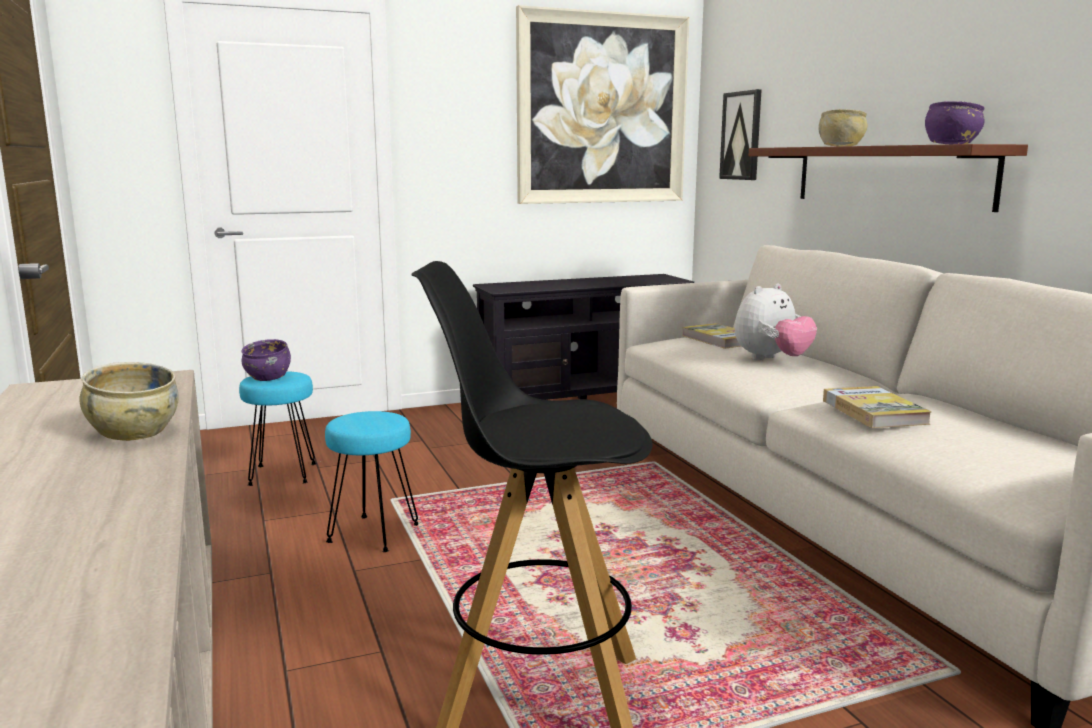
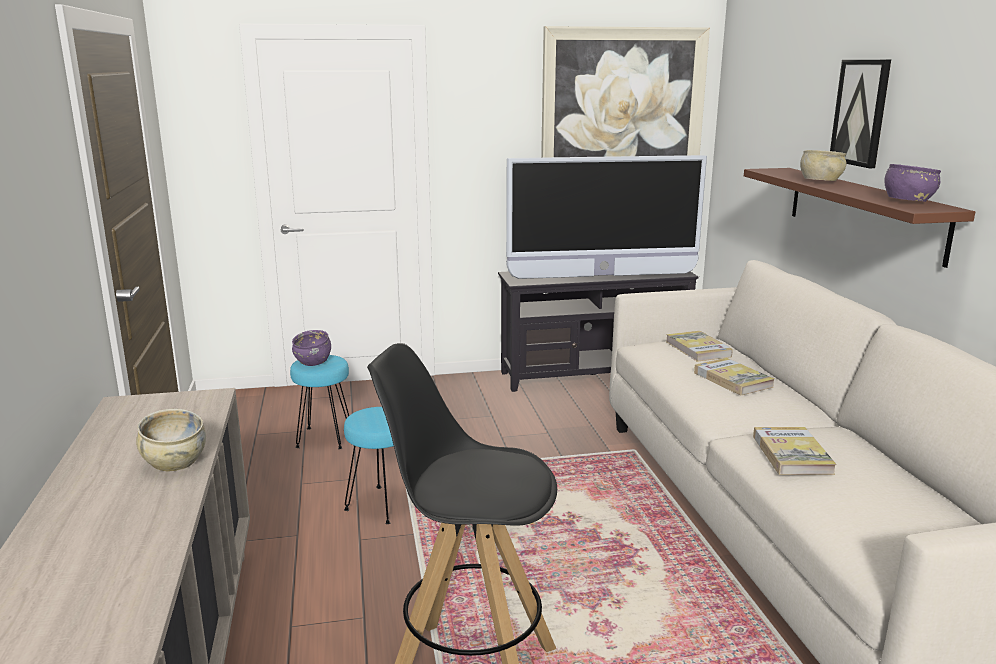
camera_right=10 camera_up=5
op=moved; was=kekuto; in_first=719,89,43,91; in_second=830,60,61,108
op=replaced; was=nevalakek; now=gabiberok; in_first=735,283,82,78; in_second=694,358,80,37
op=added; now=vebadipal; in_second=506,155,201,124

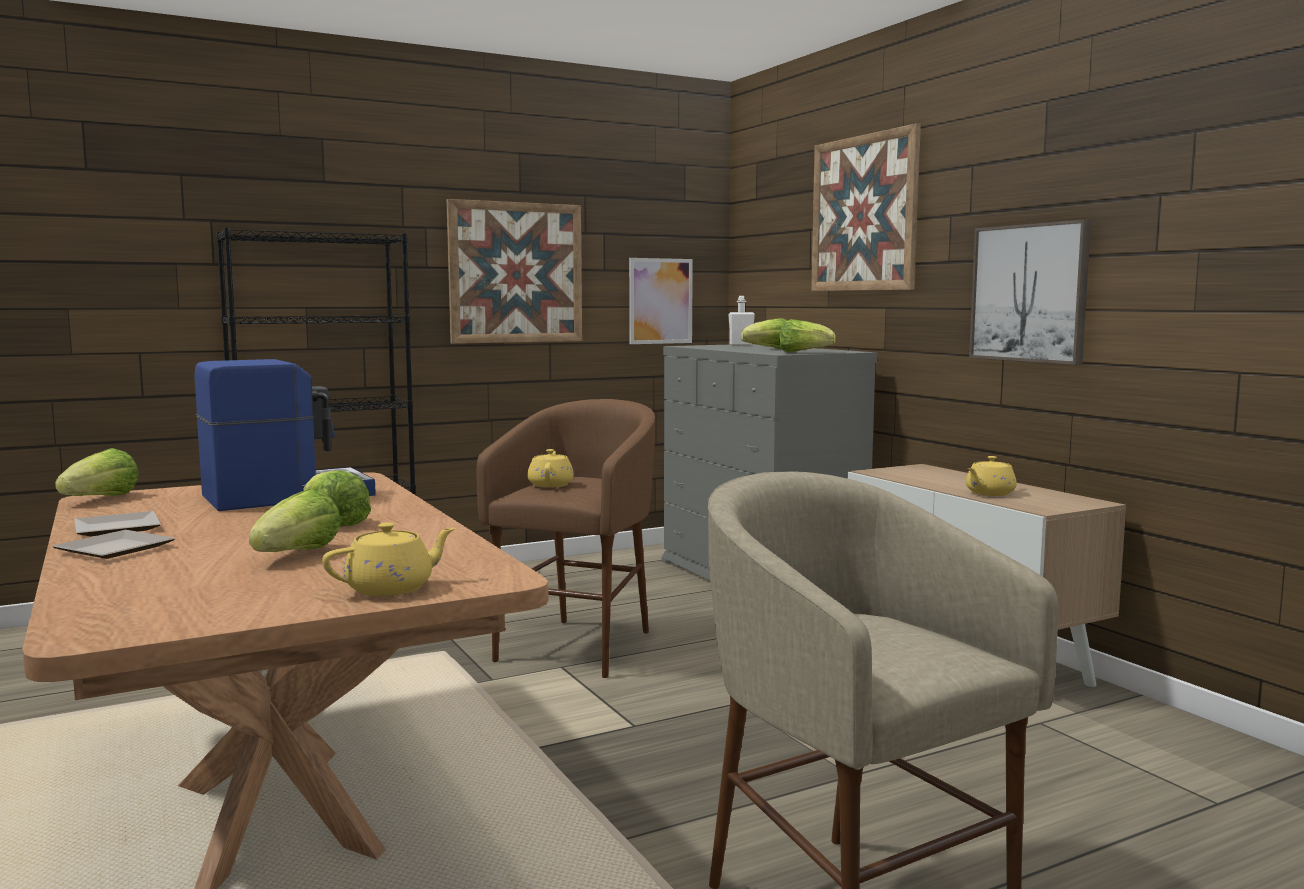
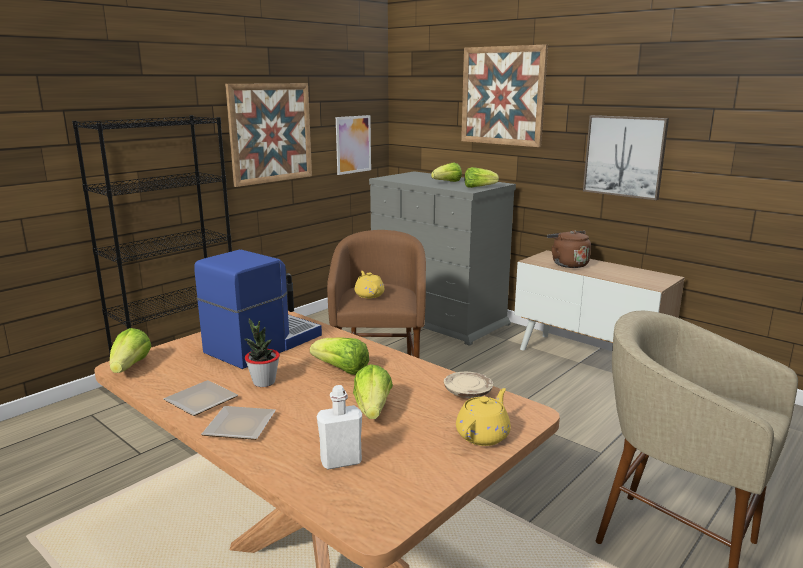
camera_right=-20 camera_up=10
op=moved; was=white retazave; in_first=728,296,27,50; in_second=317,385,45,85
op=removed; was=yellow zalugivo; in_first=966,456,51,40
op=added; now=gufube; in_second=245,318,35,69
op=added; now=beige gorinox; in_second=444,372,49,26
op=added; now=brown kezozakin; in_second=547,230,44,38

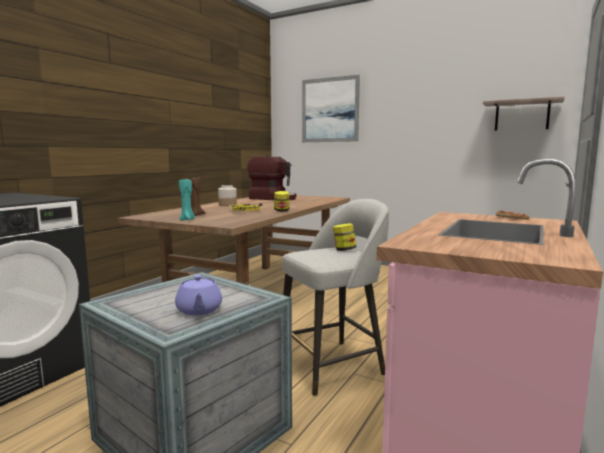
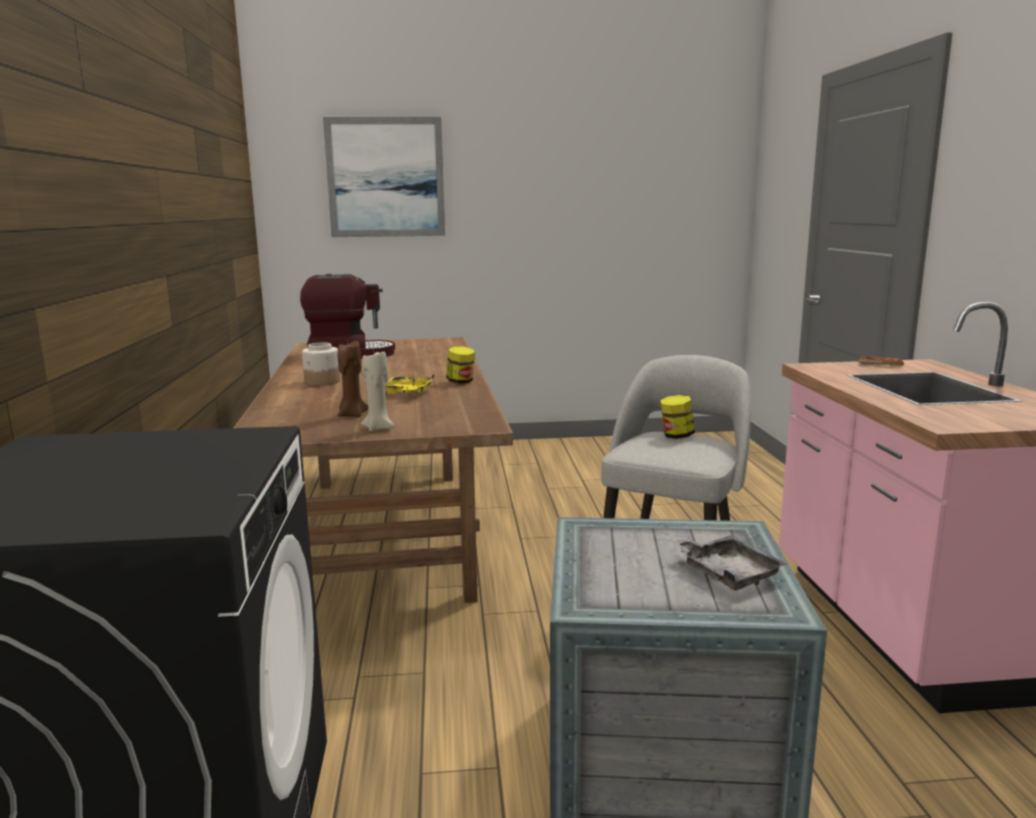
camera_right=-35 camera_up=5
op=replaced; was=purple zalugivo; now=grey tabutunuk; in_first=175,275,47,41; in_second=671,535,116,55
op=recoloured; was=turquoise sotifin; now=beige sotifin; in_first=179,179,16,41; in_second=361,351,33,81
op=removed; was=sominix; in_first=483,97,82,34

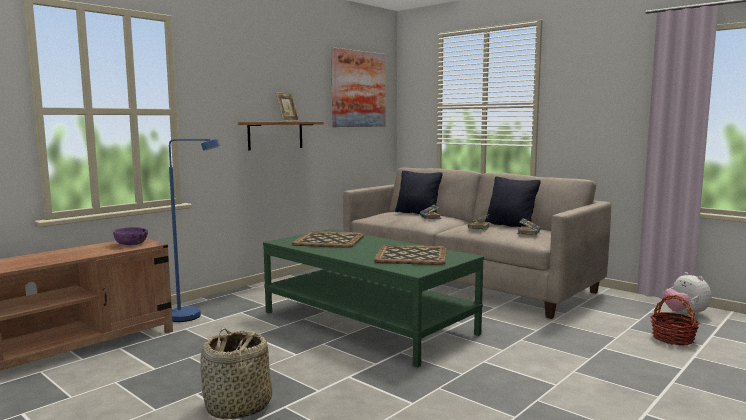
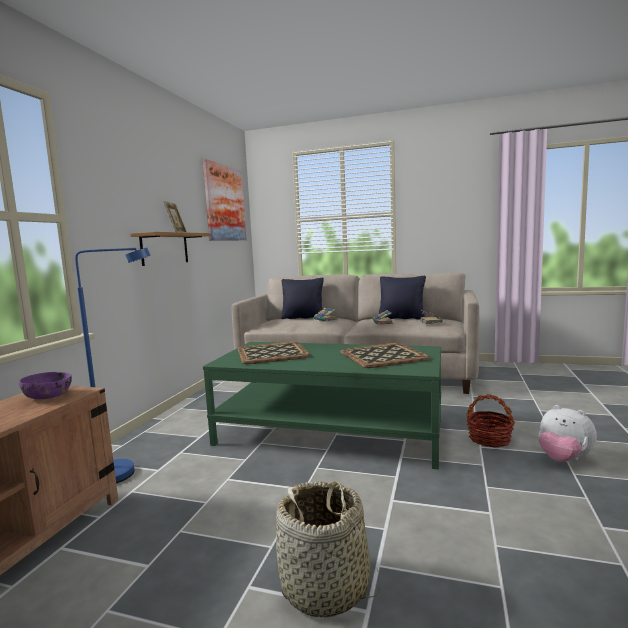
camera_right=-25 camera_up=0
op=moved; was=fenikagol; in_first=651,295,49,50; in_second=467,394,48,53
op=moved; was=nevalakek; in_first=663,272,48,44; in_second=538,405,59,57

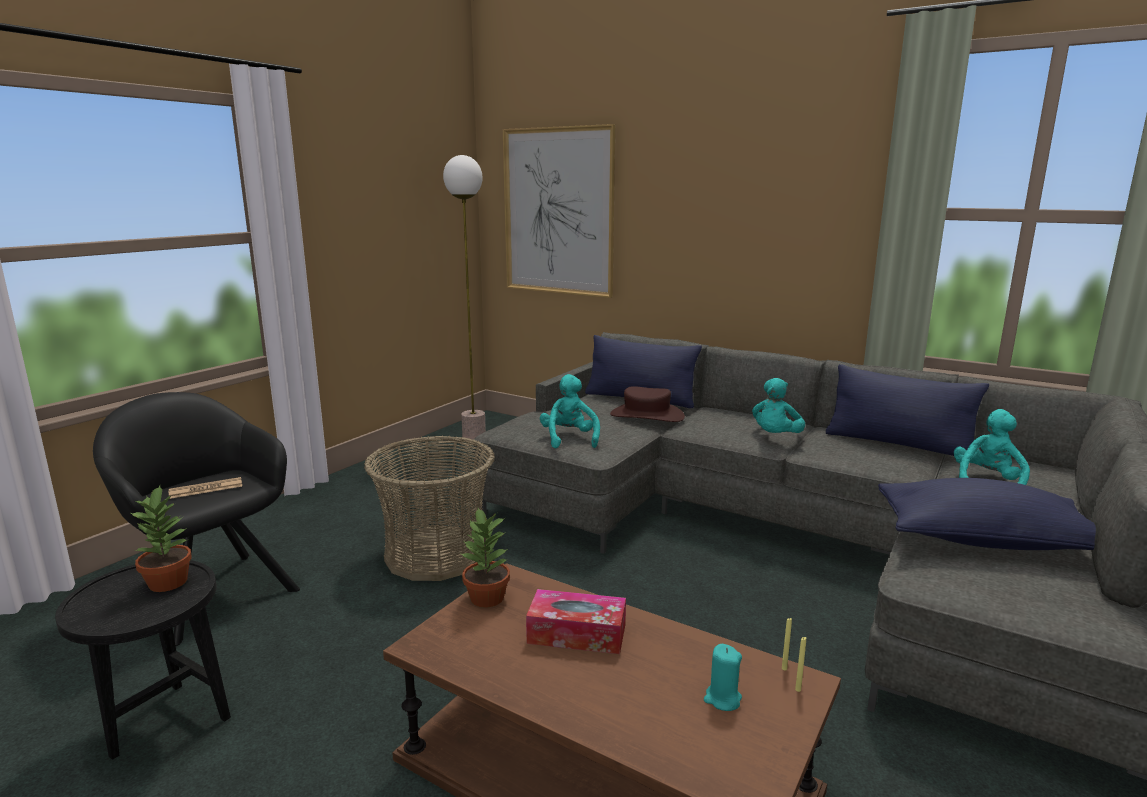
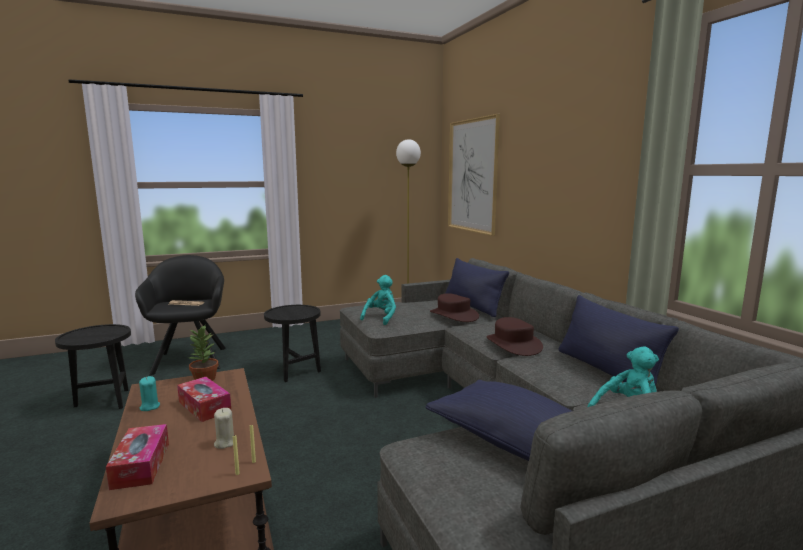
camera_right=35 camera_up=-5
op=removed; was=gufube; in_first=129,485,63,107
op=replaced; was=fenikagol; now=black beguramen; in_first=364,435,131,146; in_second=264,305,57,77
op=moved; was=turquoise sotifin; in_first=704,644,38,67; in_second=139,376,21,35
op=replaced; was=turquoise nevalakek; now=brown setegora; in_first=752,378,53,55; in_second=486,317,57,39
op=added; now=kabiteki; in_second=106,424,63,66
op=added; now=beige sotifin; in_second=214,408,20,41

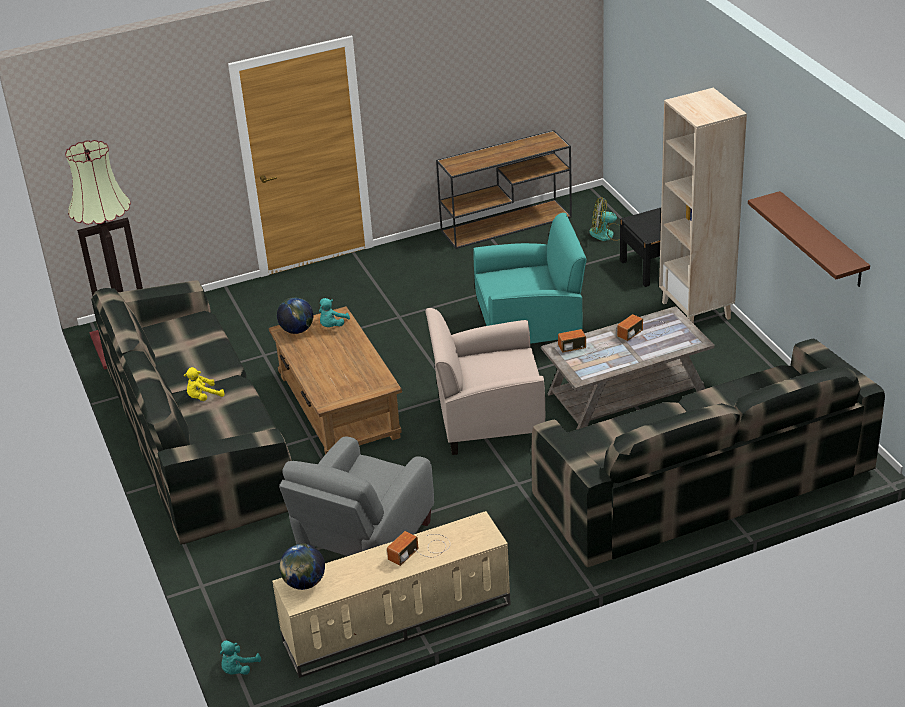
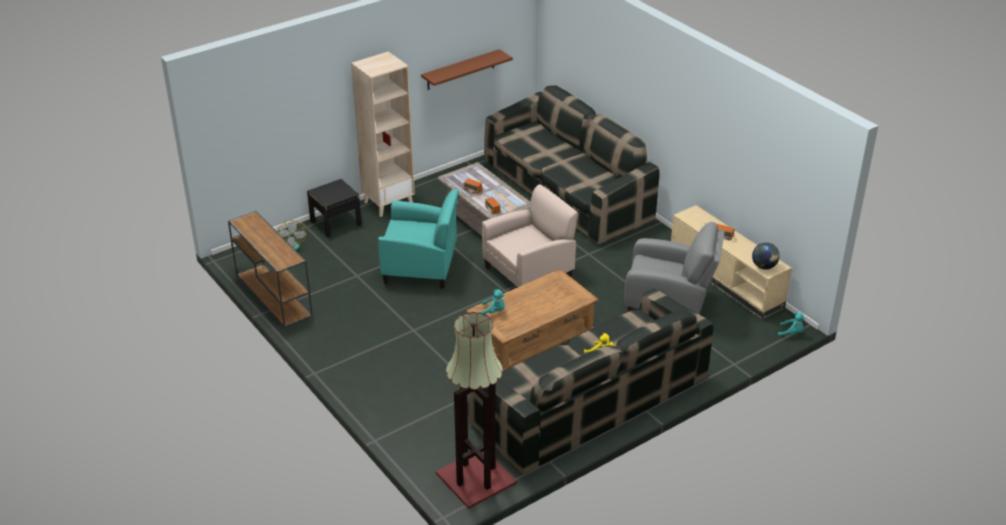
camera_right=-105 camera_up=0
op=removed; was=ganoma; in_first=277,297,36,37
op=turned; was=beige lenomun; in_first=425,308,120,147; in_second=482,184,96,103; clockwise=-105
op=turned; was=turquoise lenomun; in_first=473,213,114,131; in_second=378,189,81,100; clockwise=120

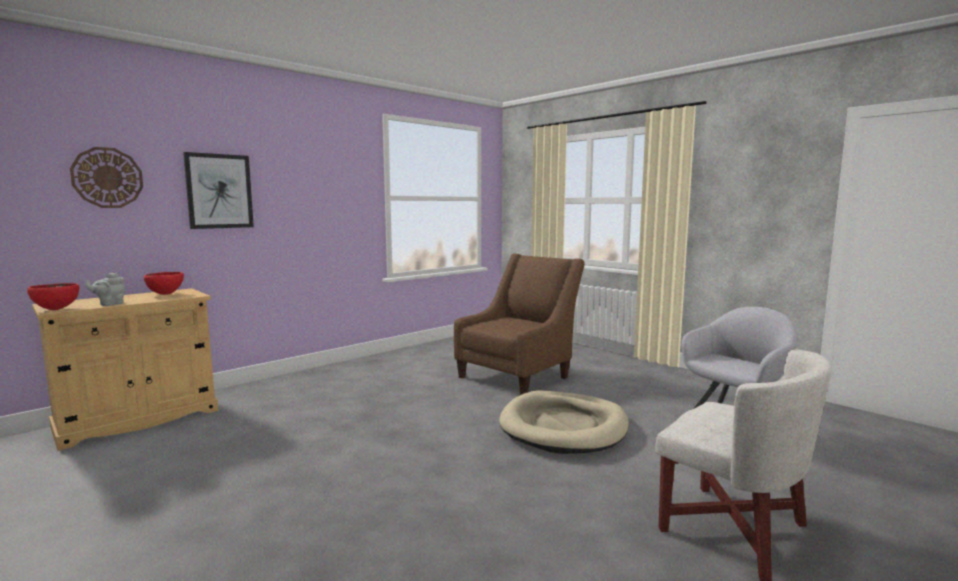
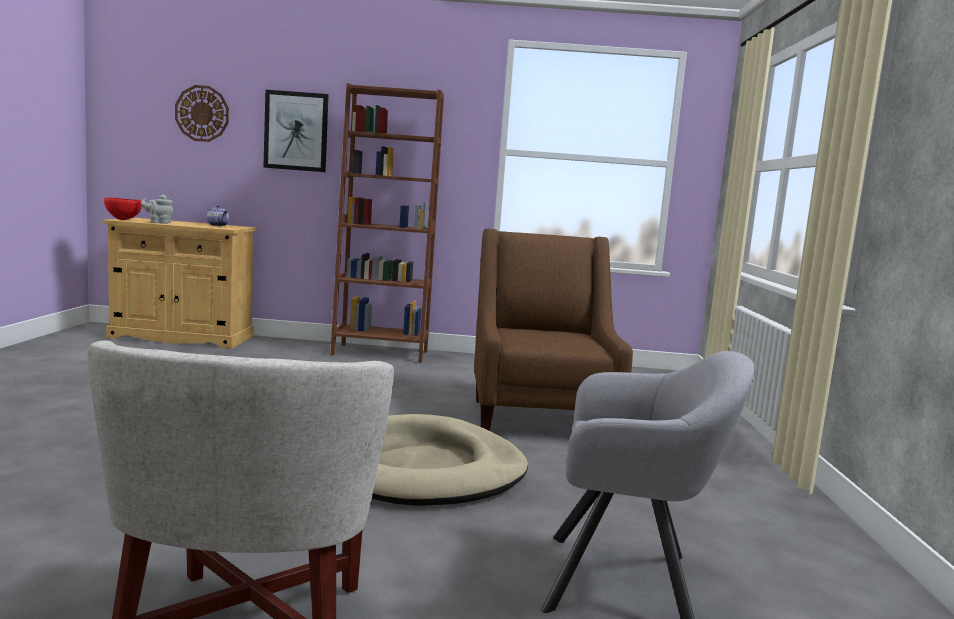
camera_right=45 camera_up=0
op=replaced; was=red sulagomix; now=zalugivo; in_first=144,272,40,23; in_second=207,205,22,21
op=turned; was=brown lenomun; in_first=454,254,131,141; in_second=474,228,159,203; clockwise=-90
op=added; now=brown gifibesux; in_second=330,83,114,280

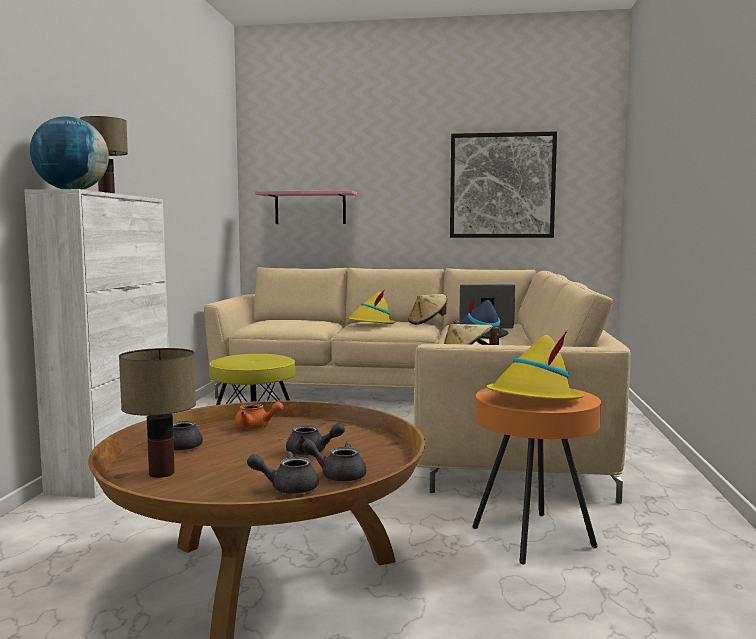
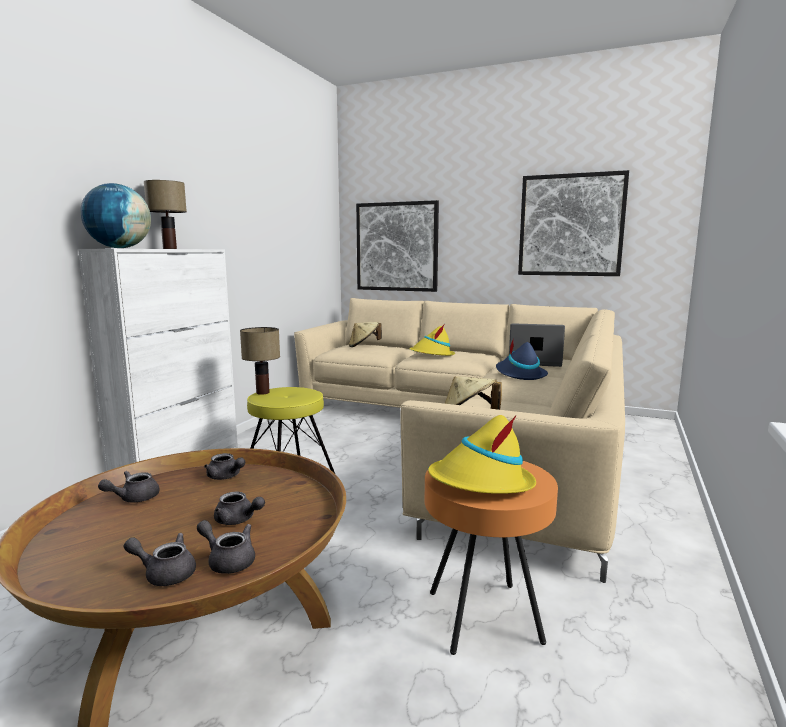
camera_right=15 camera_up=5
op=moved; was=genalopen; in_first=119,348,77,130; in_second=240,327,40,68
op=recoloured; was=orange zalugivo; now=grey zalugivo; in_first=234,402,50,27; in_second=204,453,41,27
op=replaced; was=pink sominix; now=kekuto; in_first=255,190,102,34; in_second=356,200,83,92
op=moved; was=beige setegora; in_first=408,294,39,31; in_second=349,322,33,25

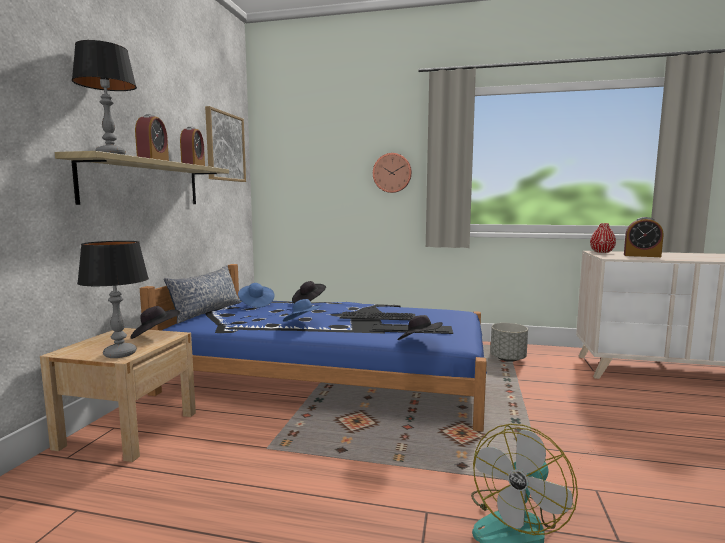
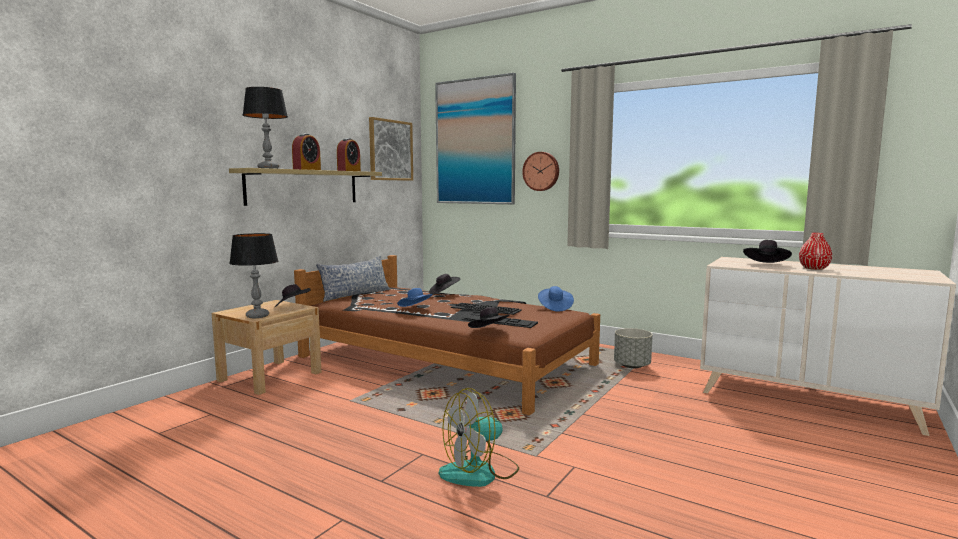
camera_right=20 camera_up=0
op=recoloured; was=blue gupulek; now=brown gupulek; in_first=140,264,347,167; in_second=294,255,306,160
op=moved; was=blue setegora; in_first=238,283,37,25; in_second=538,286,36,26
op=moved; was=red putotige; in_first=590,223,26,30; in_second=799,233,33,37
op=replaced; was=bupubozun; now=black setegora; in_first=624,217,39,40; in_second=743,240,49,23
op=added; now=kekuto; in_second=435,73,81,131

